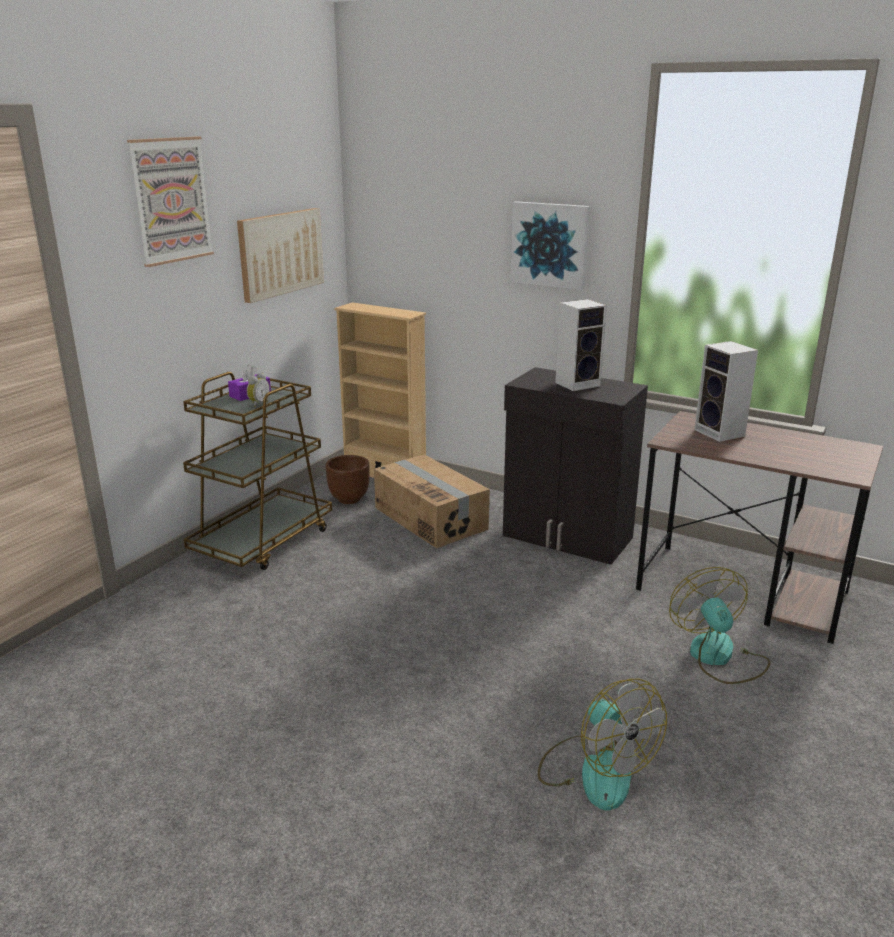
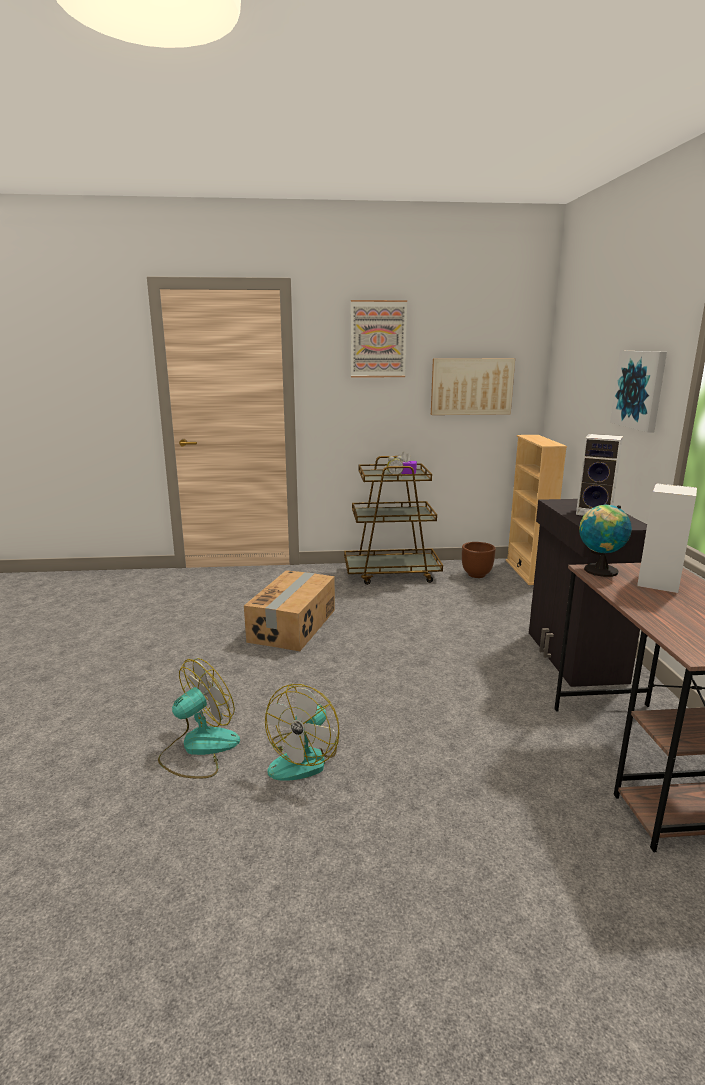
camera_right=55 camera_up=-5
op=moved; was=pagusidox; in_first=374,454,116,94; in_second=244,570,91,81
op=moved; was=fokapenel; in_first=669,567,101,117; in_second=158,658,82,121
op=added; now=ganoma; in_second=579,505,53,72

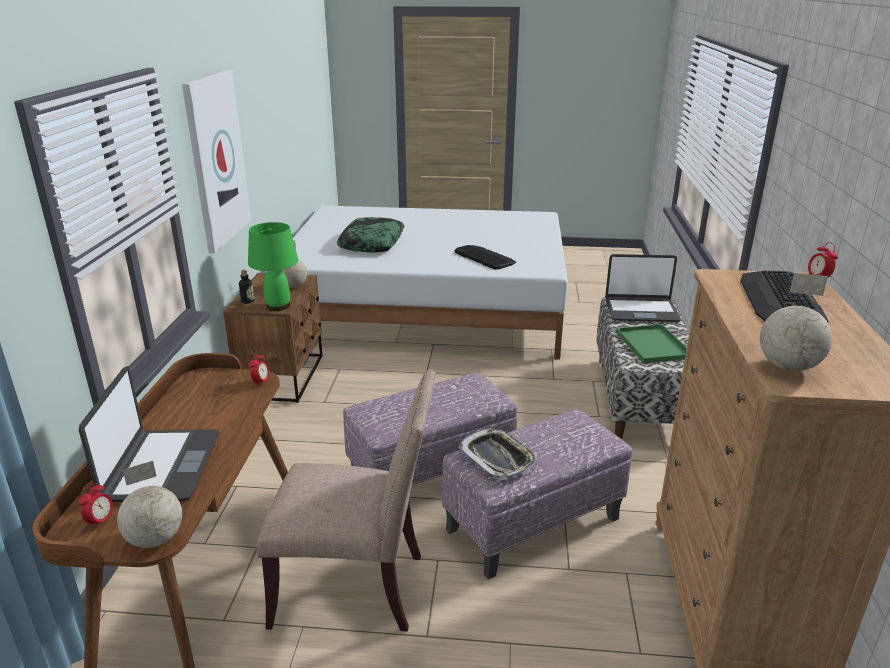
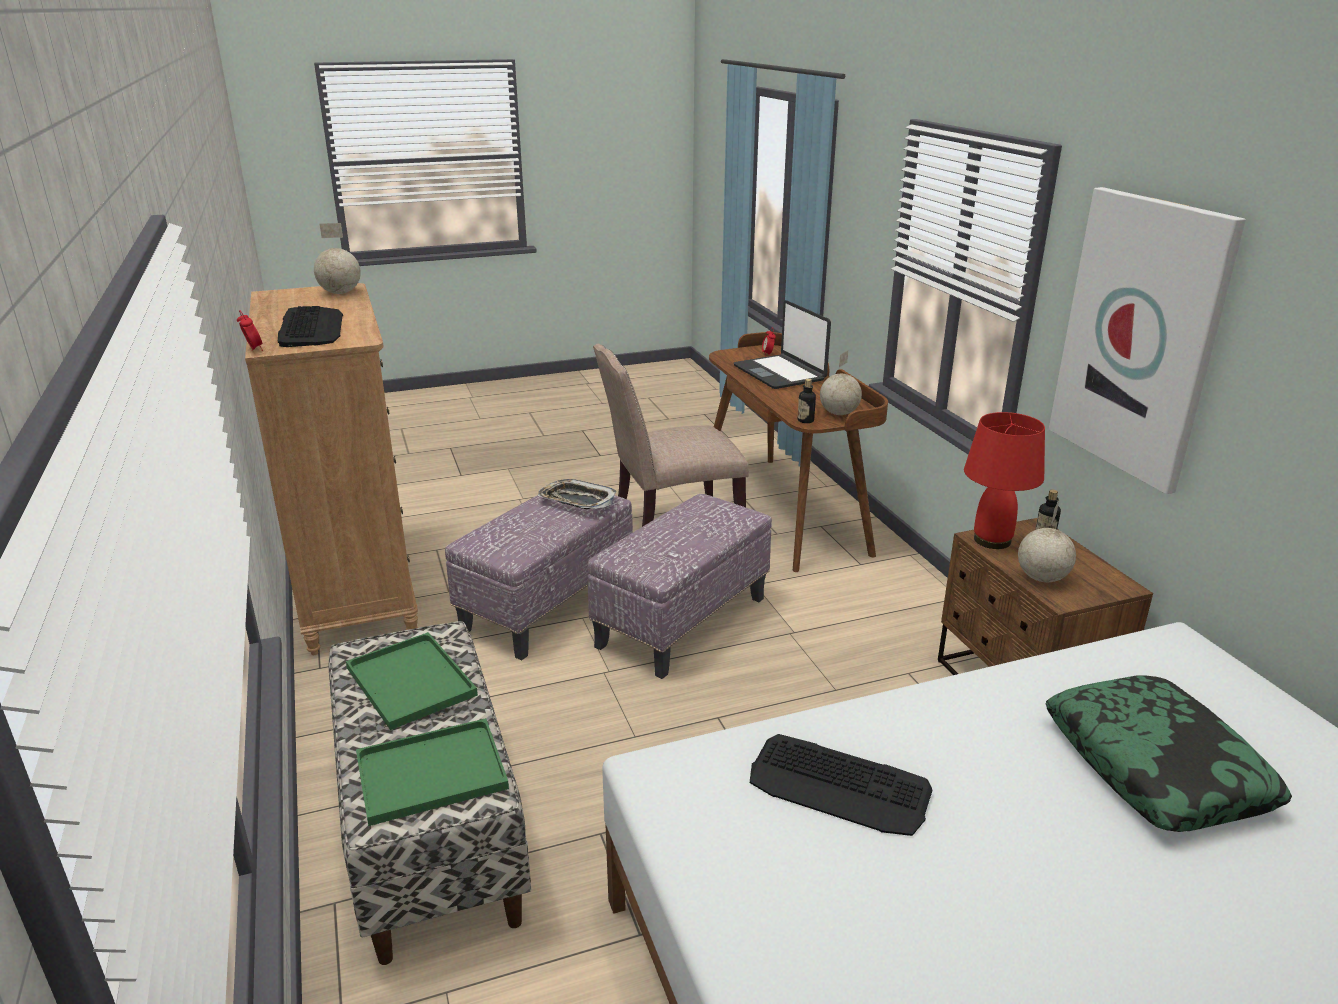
camera_right=155 camera_up=0
op=moved; was=ganoma; in_first=117,461,65,87; in_second=820,351,42,64
op=recoloured; was=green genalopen; now=red genalopen; in_first=248,222,50,89; in_second=964,412,81,137
op=replaced; was=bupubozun; now=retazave; in_first=249,352,21,35; in_second=798,379,18,44
op=replaced; was=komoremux; now=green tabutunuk; in_first=605,254,76,68; in_second=356,718,153,108

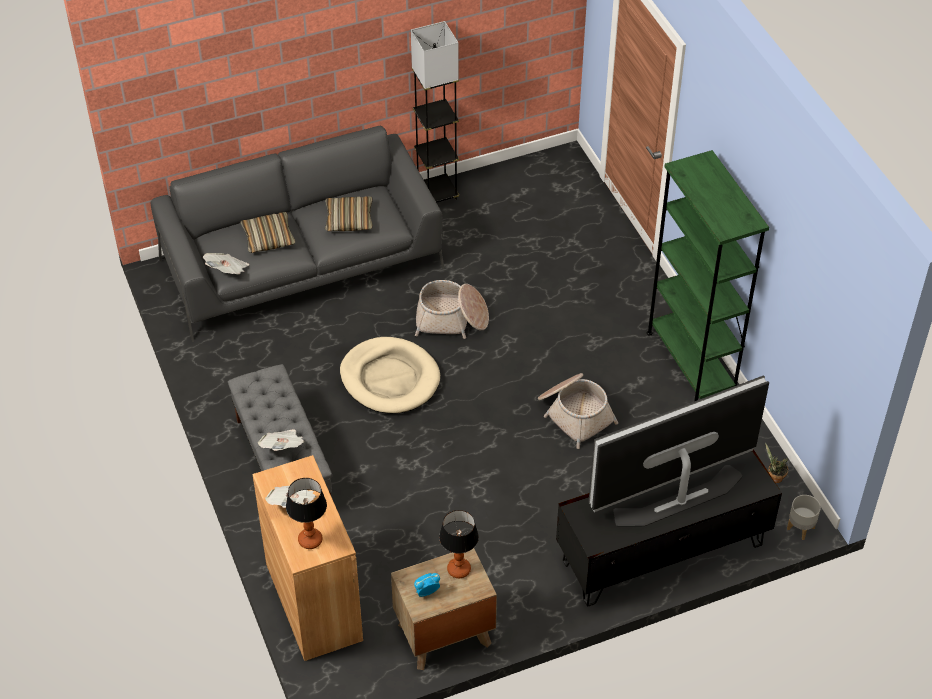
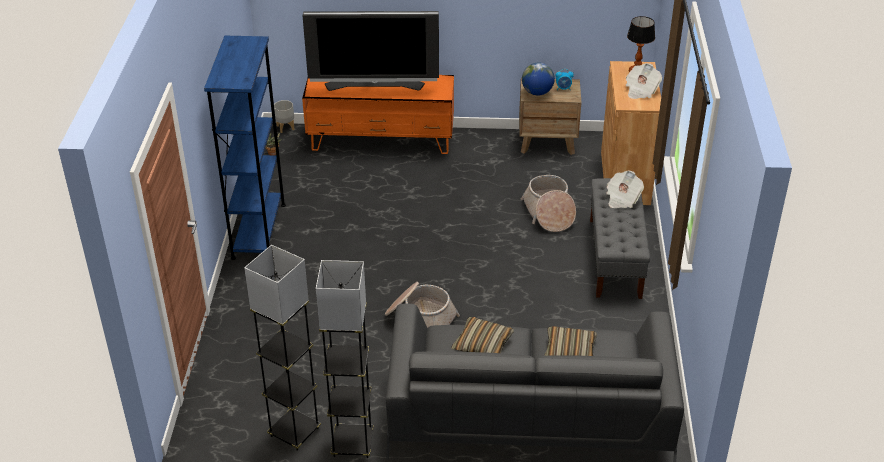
camera_right=-155 camera_up=-10
op=removed; was=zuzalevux; in_first=203,253,46,22
op=removed; was=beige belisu; in_first=340,337,100,77
op=replaced; was=genalopen; now=ganoma; in_first=439,510,40,68; in_second=522,62,33,33
op=moved; was=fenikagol; in_first=538,373,80,76; in_second=521,175,55,57
op=recoloured; was=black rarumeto; now=orange rarumeto; in_first=556,449,226,157; in_second=302,75,152,79
op=recoloured; was=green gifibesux; now=blue gifibesux; in_first=647,150,122,251; in_second=204,36,82,224
op=added; now=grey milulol; in_second=244,245,77,206

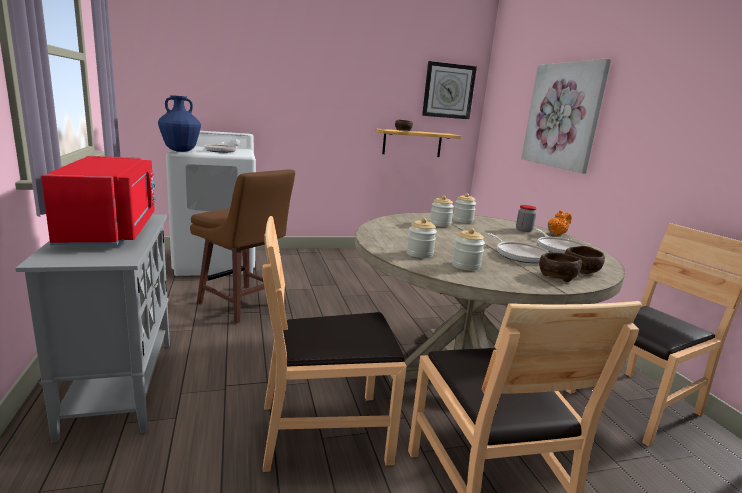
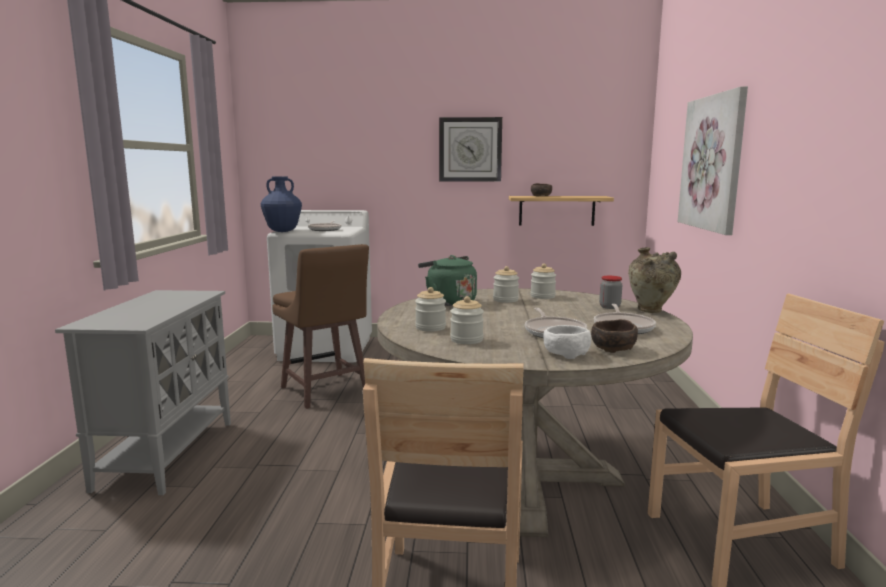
camera_right=20 camera_up=-5
op=removed; was=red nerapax; in_first=41,156,114,89
op=removed; was=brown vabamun; in_first=262,216,144,256
op=moved; was=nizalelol; in_first=422,61,55,58; in_second=439,117,63,65
op=recoloured; was=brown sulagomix; now=white sulagomix; in_first=539,252,43,30; in_second=543,325,48,34
op=replaced; was=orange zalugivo; now=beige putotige; in_first=548,210,24,25; in_second=628,247,53,66
op=added; now=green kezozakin; in_second=418,255,59,51

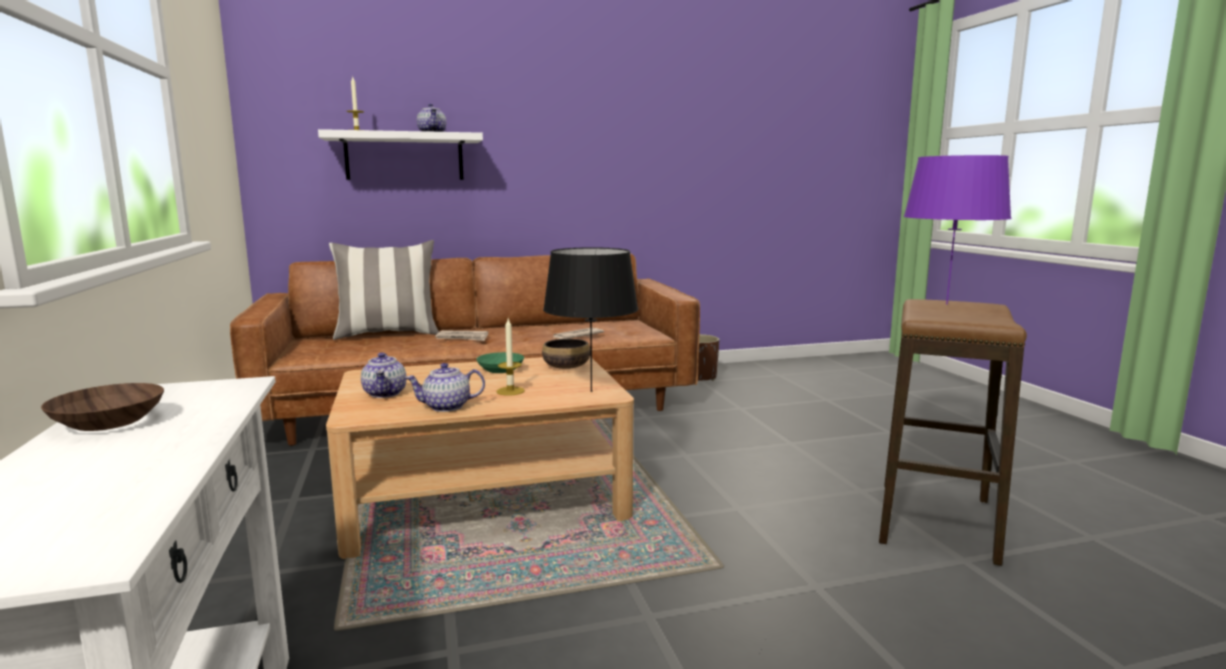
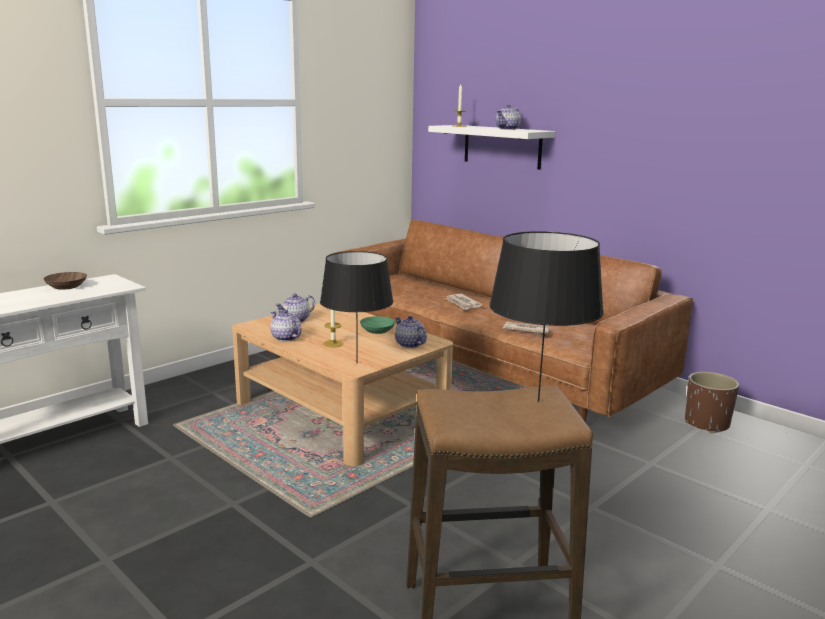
camera_right=60 camera_up=5
op=removed; was=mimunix; in_first=329,240,110,100
op=replaced; was=sulagomix; now=zalugivo; in_first=542,339,49,30; in_second=395,316,32,32
op=recoloured; was=purple genalopen; now=black genalopen; in_first=903,155,109,150; in_second=489,231,115,171

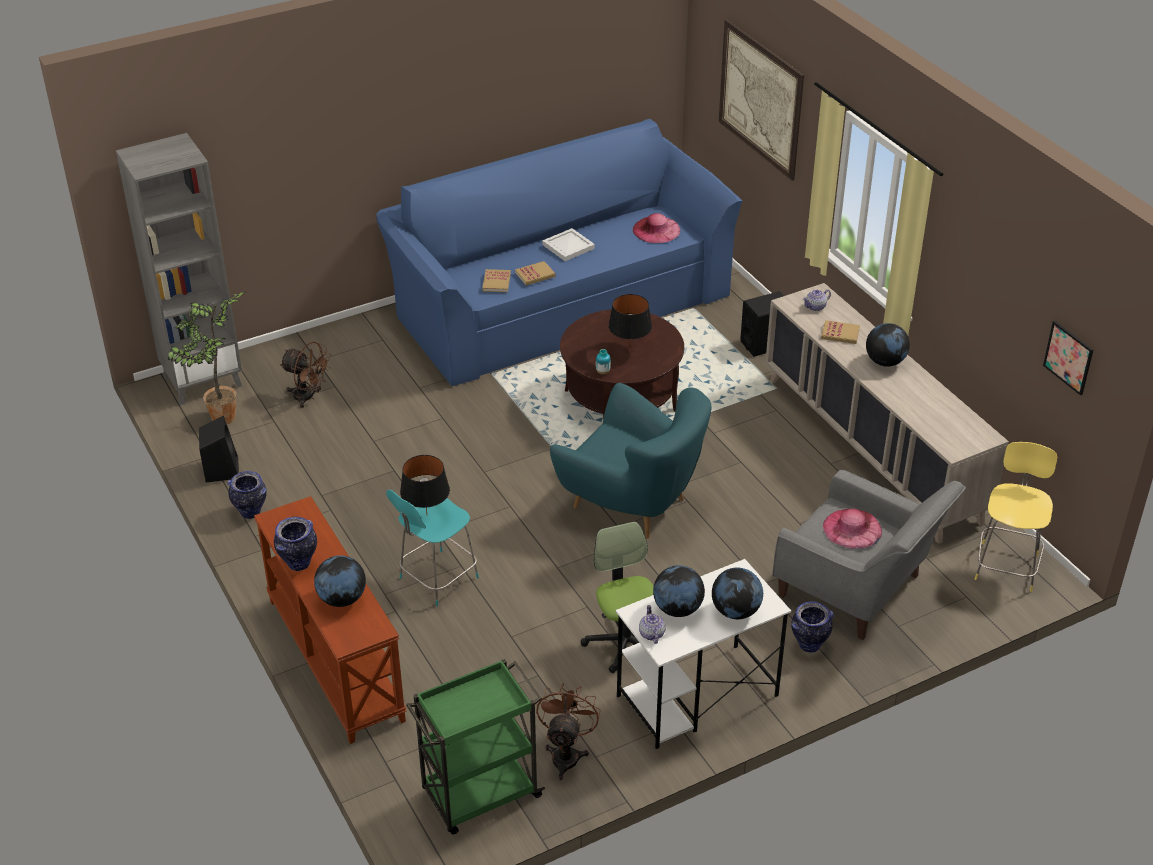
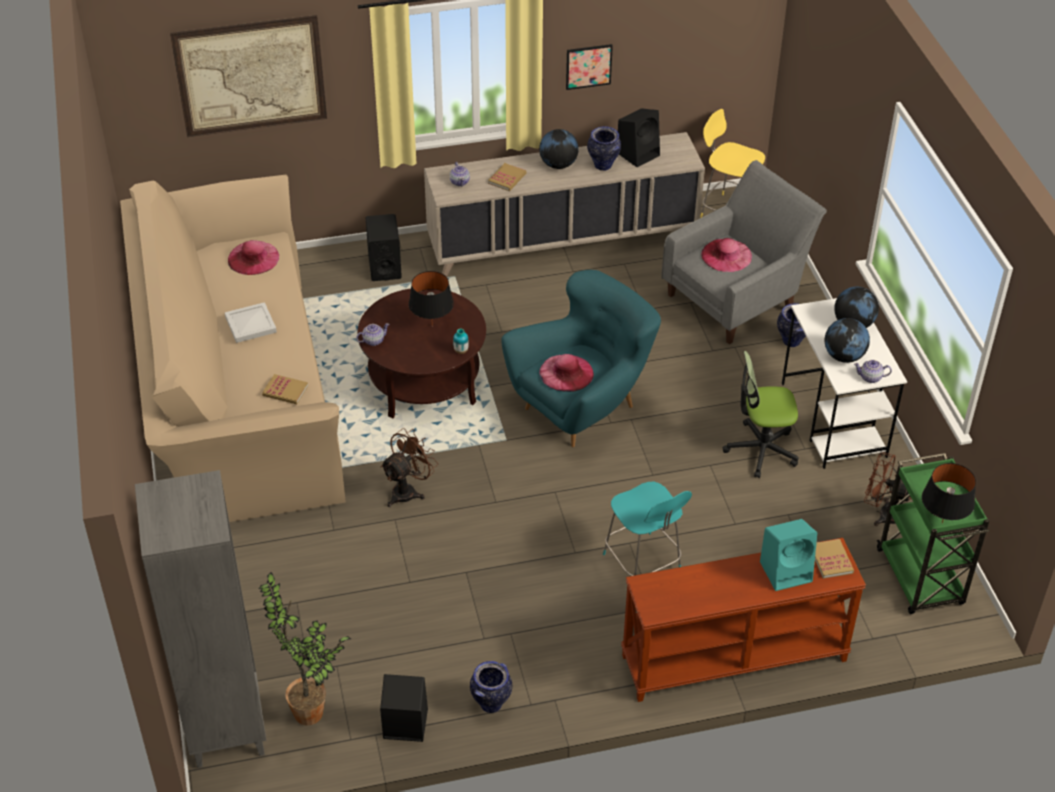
camera_right=-75 camera_up=5
op=moved; was=putotige; in_first=274,517,43,54; in_second=587,126,34,45
op=moved; was=brown fokapenel; in_first=280,342,51,66; in_second=381,428,57,79
op=replaced; was=ganoma; now=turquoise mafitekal; in_first=314,555,52,52; in_second=760,519,57,72
op=recoloured; was=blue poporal; now=beige poporal; in_first=376,119,366,267; in_second=120,174,226,348
op=moved; was=black genalopen; in_first=400,455,50,60; in_second=922,463,54,60
op=moved; was=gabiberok; in_first=515,261,41,24; in_second=815,539,39,40
op=moved; was=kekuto; in_first=1043,321,50,75; in_second=566,44,47,46
op=added; now=zalugivo; in_second=356,323,33,23
op=added; now=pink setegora; in_second=539,354,55,38
op=added; now=black mafitekal; in_second=618,108,42,59

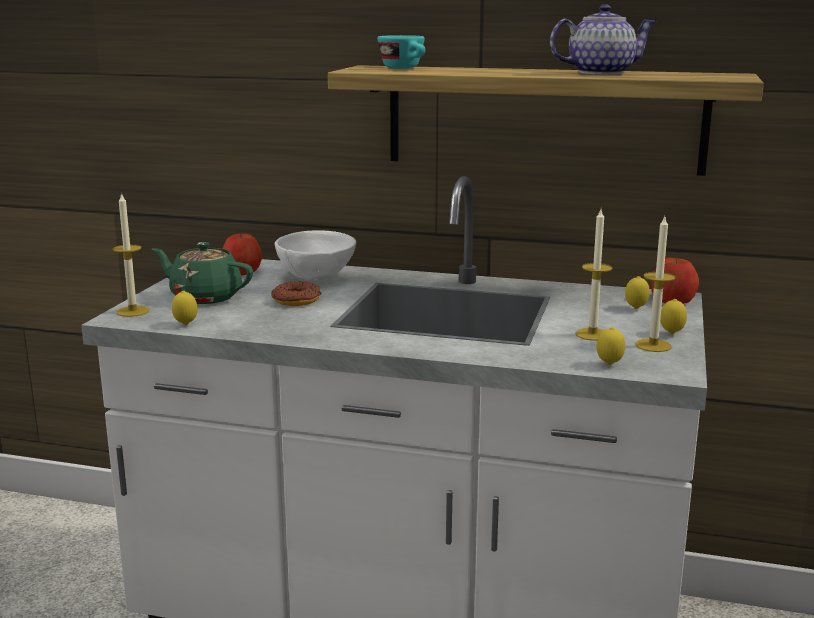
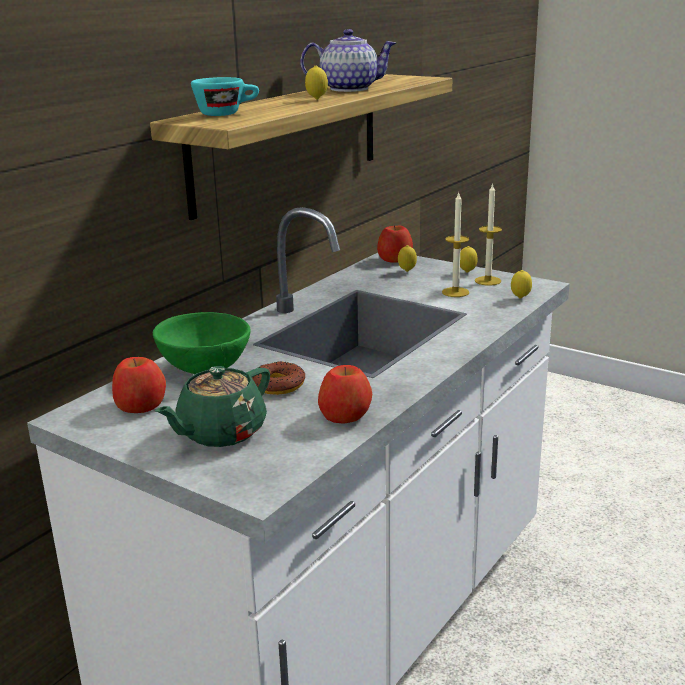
camera_right=-70 camera_up=5
op=removed; was=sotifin; in_first=112,192,37,125
op=moved; was=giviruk; in_first=172,291,25,34; in_second=305,66,23,33
op=recoloured; was=white sulagomix; now=green sulagomix; in_first=275,230,81,51; in_second=153,312,98,62
op=turned; was=zalugivo; in_first=550,4,106,71; in_second=300,29,96,63; clockwise=75
op=added; now=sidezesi; in_second=318,365,54,59

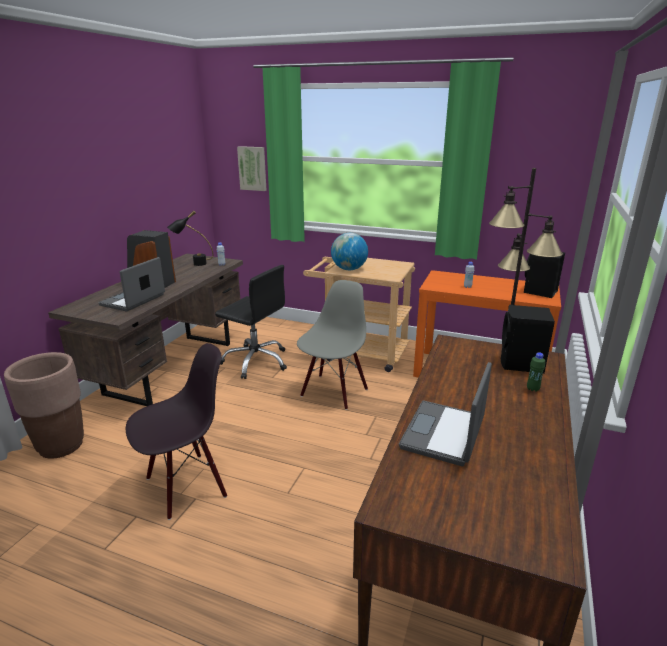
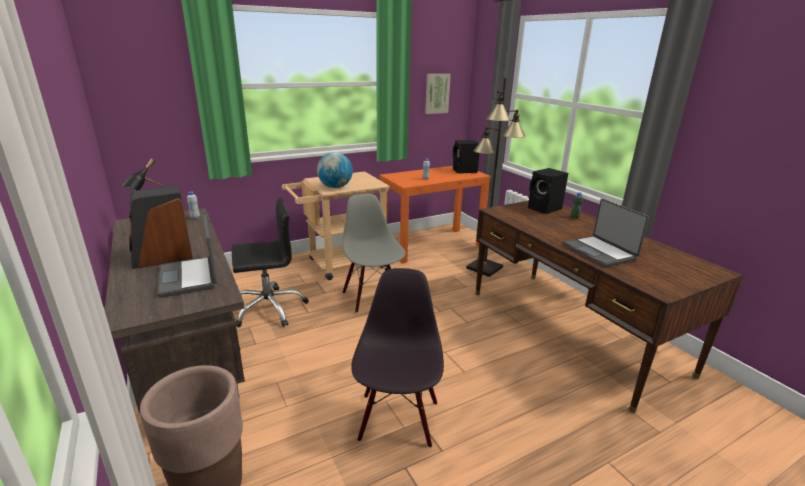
camera_right=-50 camera_up=0
op=moved; was=kekuto; in_first=237,146,30,45; in_second=425,74,26,40

